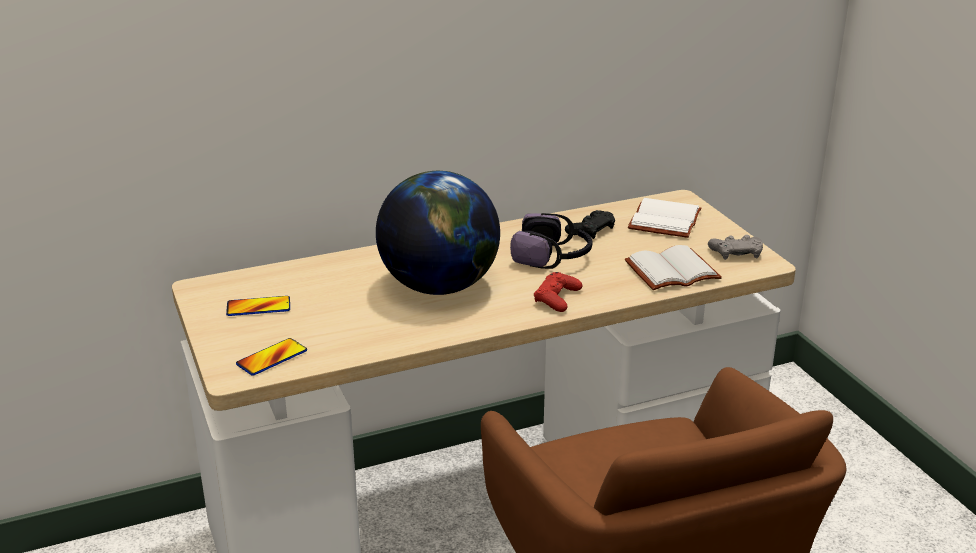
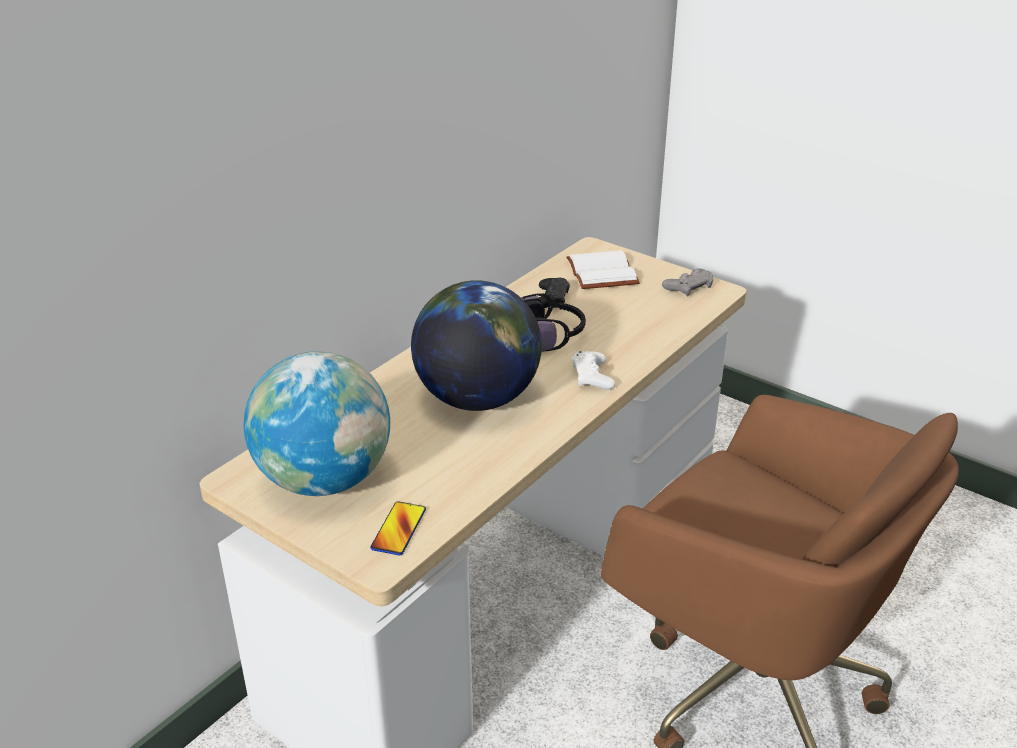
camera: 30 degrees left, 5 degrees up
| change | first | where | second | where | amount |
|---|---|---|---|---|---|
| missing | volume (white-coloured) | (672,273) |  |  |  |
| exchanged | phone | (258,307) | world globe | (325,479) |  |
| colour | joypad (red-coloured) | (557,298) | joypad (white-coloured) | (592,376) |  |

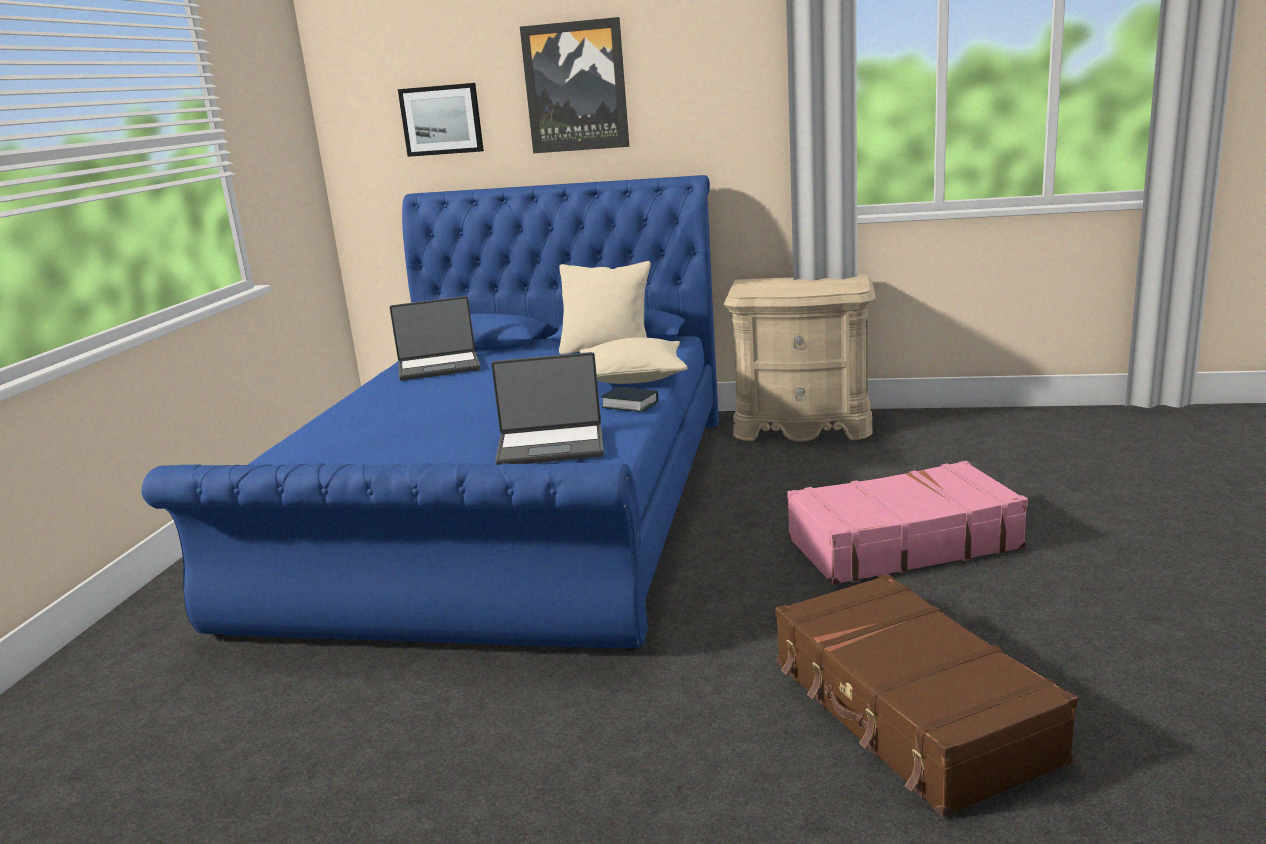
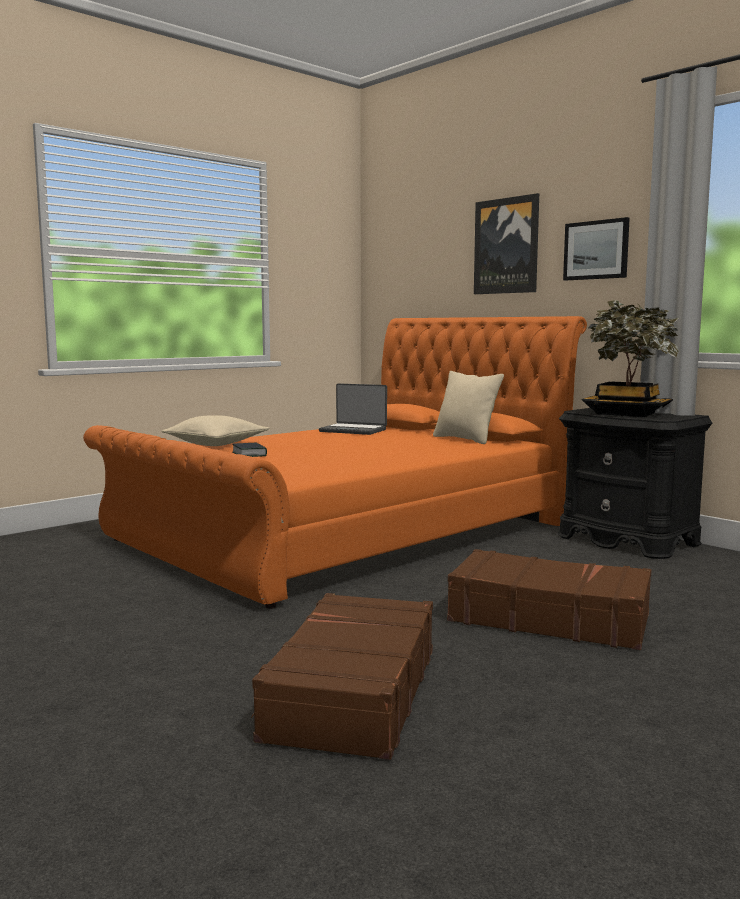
camera: 35 degrees right, 10 degrees down
| change | first | where | second | where | amount |
|---|---|---|---|---|---|
| missing | laptop | (551,447) |  |  |  |
| appeared |  |  | plant in a pot | (626,413) |  |
| relocated | wall art | (441,120) |  | (596,250) |  |
| relocated | cushion (beige) | (633,377) |  | (216,444) |  |
| relocated | volume | (630,405) |  | (249,454) |  |
| colour | sleeping bed (blue) | (512,507) | sleeping bed (orange) | (346,530) |  |
| colour | nightstand (beige) | (803,426) | nightstand (black) | (624,541) |  |
| colour | suitcase (pink) | (901,543) | suitcase (brown-coloured) | (548,618) |  |

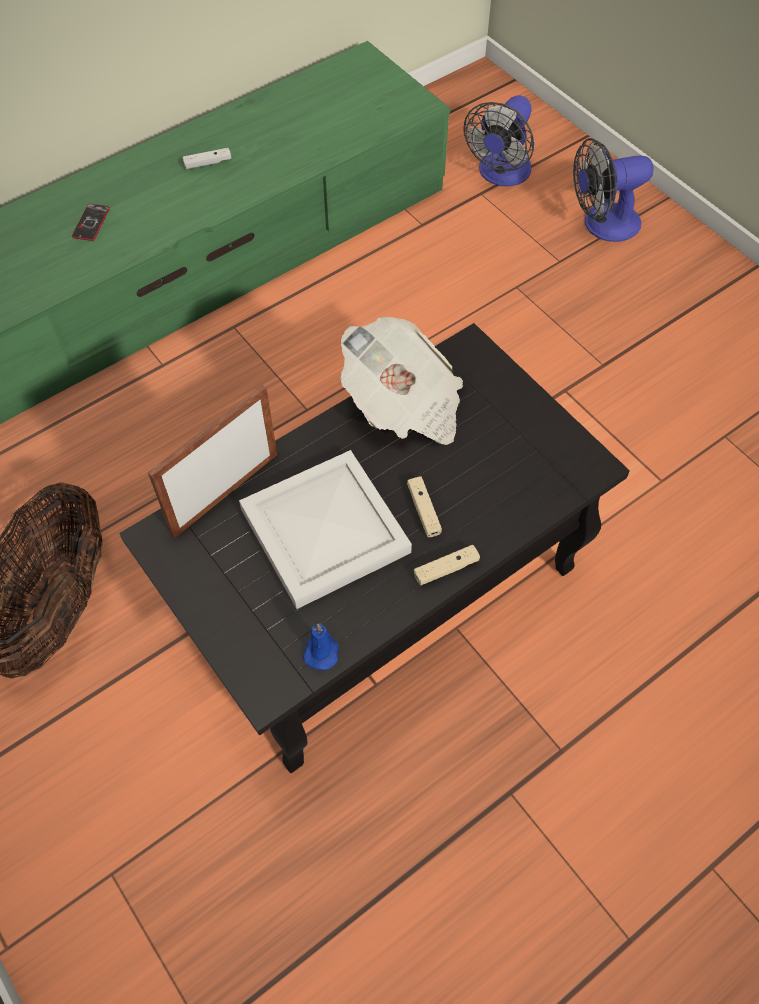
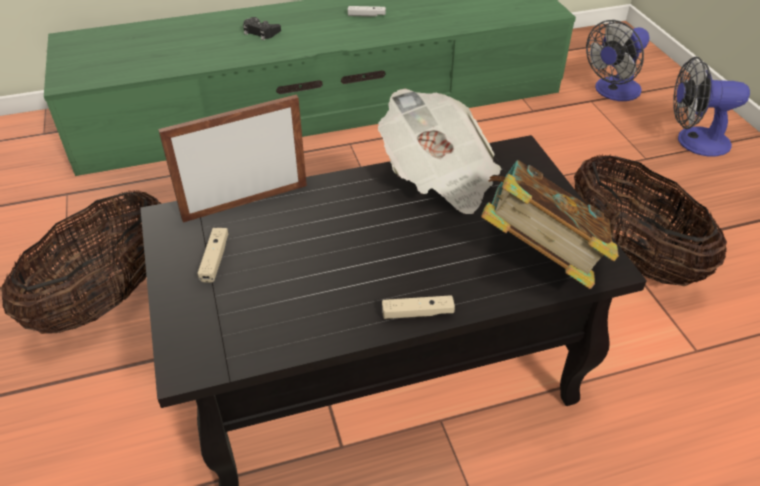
camera: 20 degrees right, 15 degrees down
| change | first | where | second | where | amount |
|---|---|---|---|---|---|
| missing | carrying tray (white-coloured) | (327,531) |  |  |  |
| missing | wax light (blue) | (321,650) |  |  |  |
| appeared |  |  | volume | (539,257) |  |
| appeared |  |  | storage basket | (630,255) |  |
| relocated | joypad (beige) | (423,510) |  | (215,259) |  |
| exchanged | phone | (91,223) | joypad (black) | (261,32) |  |

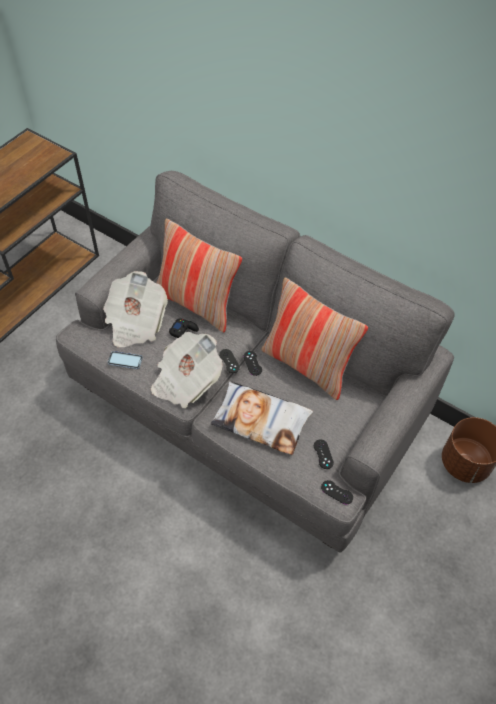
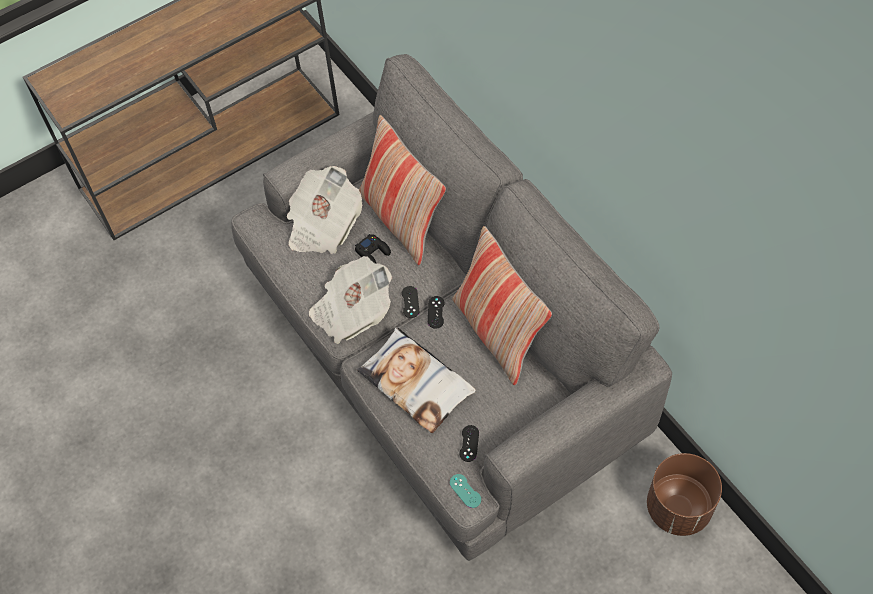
camera: 25 degrees right, 5 degrees up
| change | first | where | second | where | amount |
|---|---|---|---|---|---|
| missing | phone | (125,361) |  |  |  |
| colour | joypad (black) | (337,492) | joypad (blue-green) | (465,491) |  |

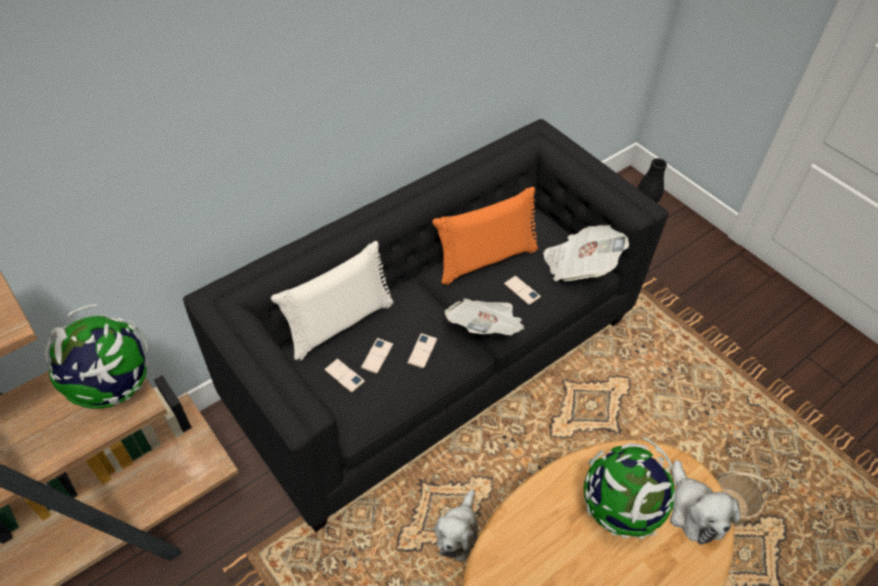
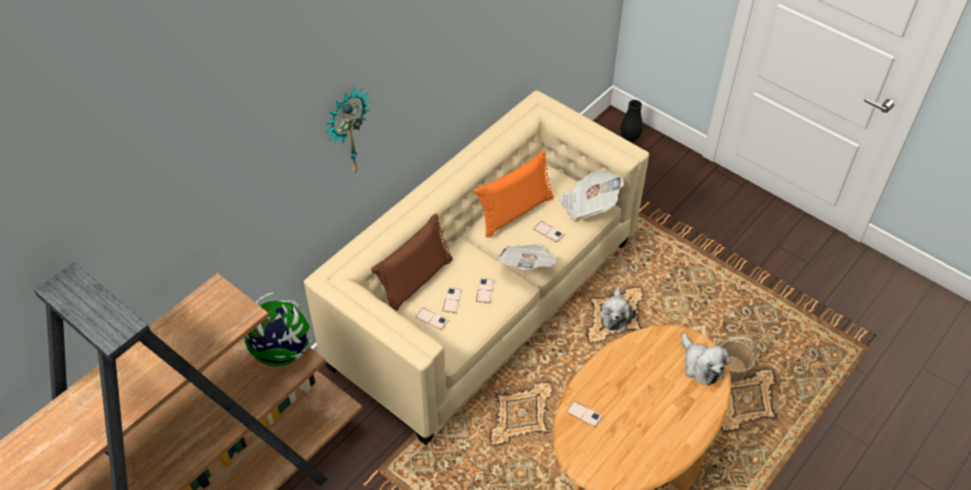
camera: 10 degrees left, 0 degrees up
| change | first | where | second | where | amount |
|---|---|---|---|---|---|
| missing | world globe | (619,509) |  |  |  |
| appeared |  |  | wall clock | (347,132) |  |
| appeared |  |  | phone | (584,414) |  |
| relocated | plush toy | (458,532) |  | (615,315) |  |
| colour | sofa (black) | (435,363) | sofa (beige) | (484,303) |  |
| colour | cushion (white-coloured) | (339,323) | cushion (brown-coloured) | (415,281) |  |

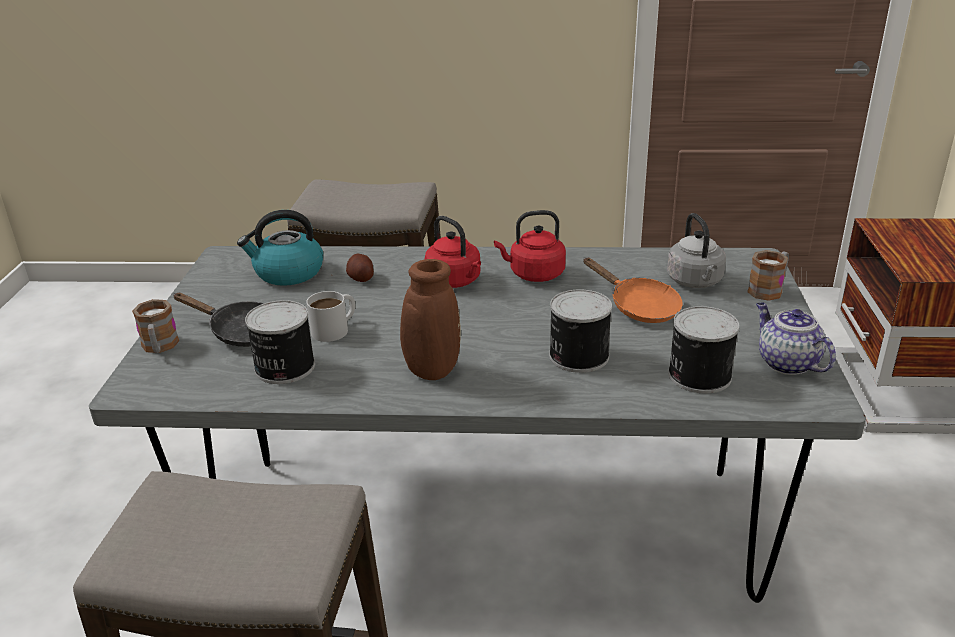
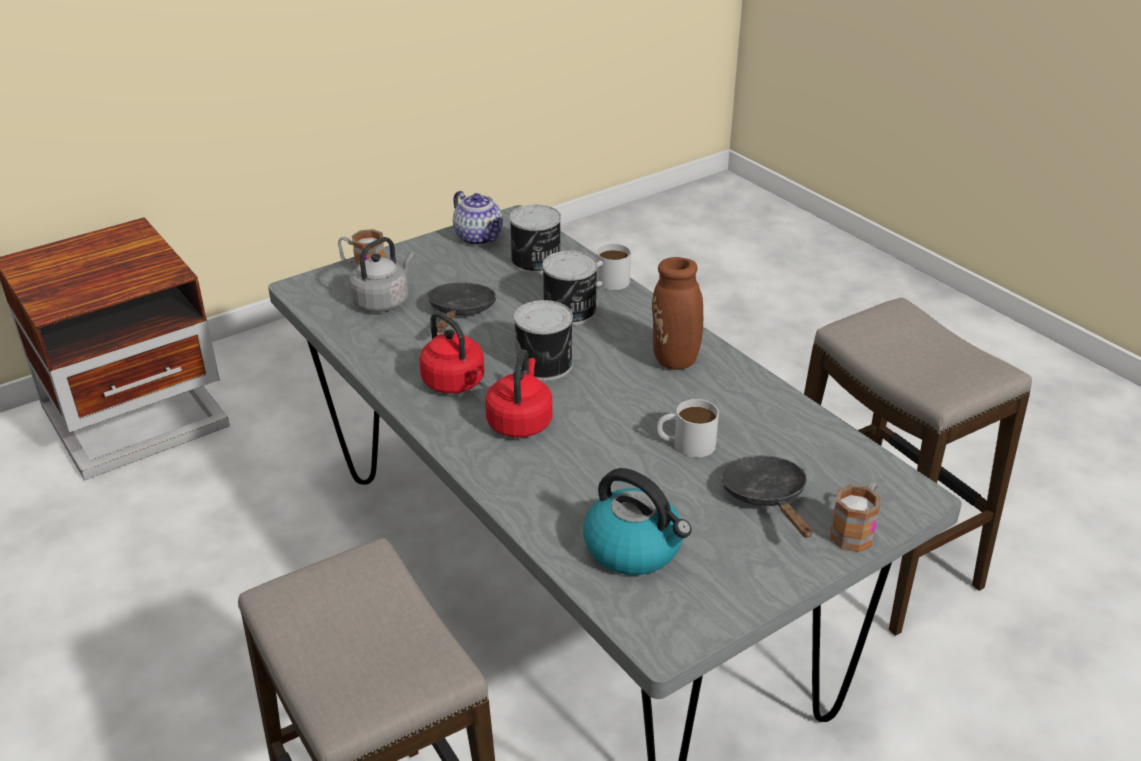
camera: 130 degrees left, 5 degrees up
| change | first | where | second | where | amount |
|---|---|---|---|---|---|
| missing | spud | (361,278) |  |  |  |
| appeared |  |  | coffee mug (white-coloured) | (607,283) |  |
| relocated | metal can | (283,368) |  | (545,364) |  |
| colour | frying pan (orange) | (638,307) | frying pan (black) | (460,312) |  |
| spun | pot for tea | (786,363) |  | (480,238) | 60 degrees counterclockwise |

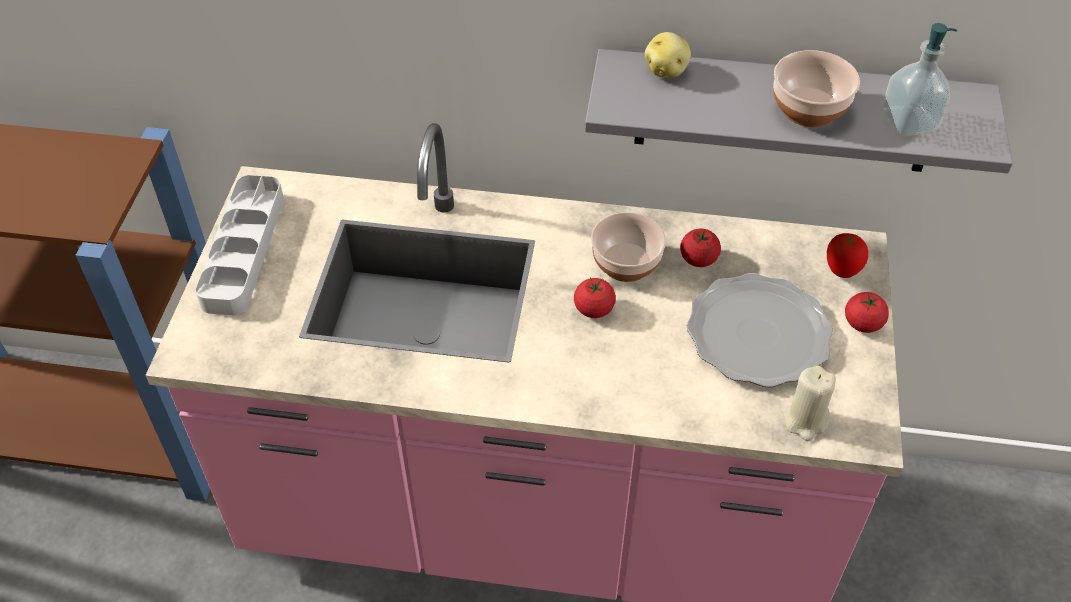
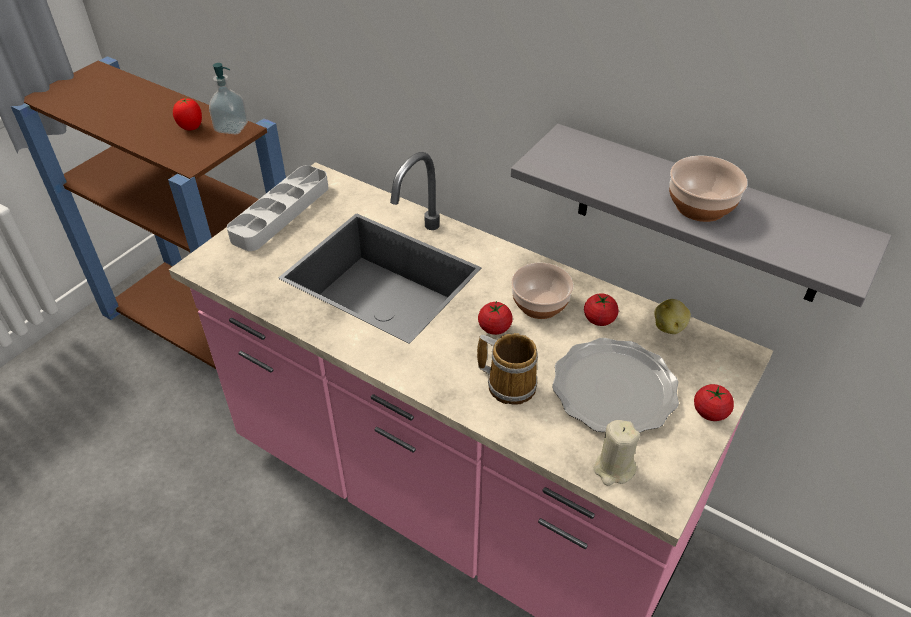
camera: 25 degrees right, 5 degrees down
| change | first | where | second | where | amount |
|---|---|---|---|---|---|
| appeared |  |  | coffee mug | (509,383) |  |
| relocated | spud | (666,70) |  | (669,327) |  |
| relocated | fresh tomato | (842,271) |  | (191,128) |  |
| relocated | soap dispenser | (908,122) |  | (231,128) |  |

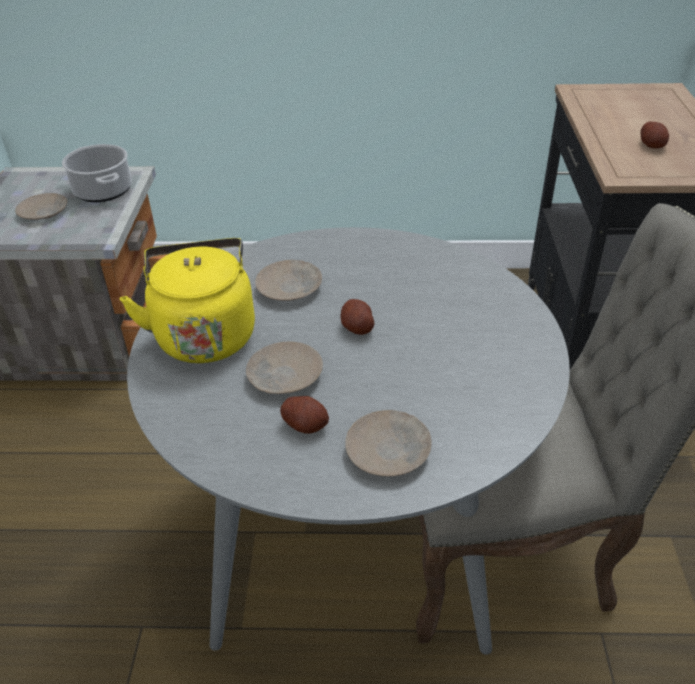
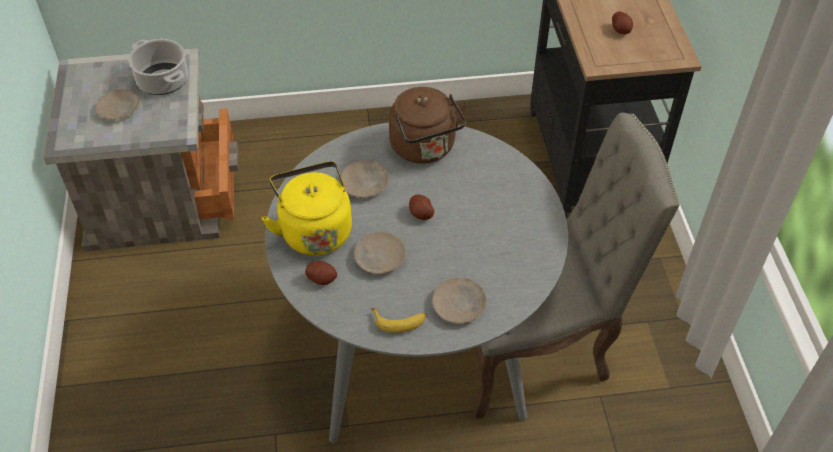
camera: 10 degrees left, 10 degrees up
| change | first | where | second | where | amount |
|---|---|---|---|---|---|
| appeared |  |  | banana | (400,321) |  |
| appeared |  |  | tea kettle (brown-coloured) | (425,148) |  |
| relocated | spud | (305,425) |  | (322,278) |  |

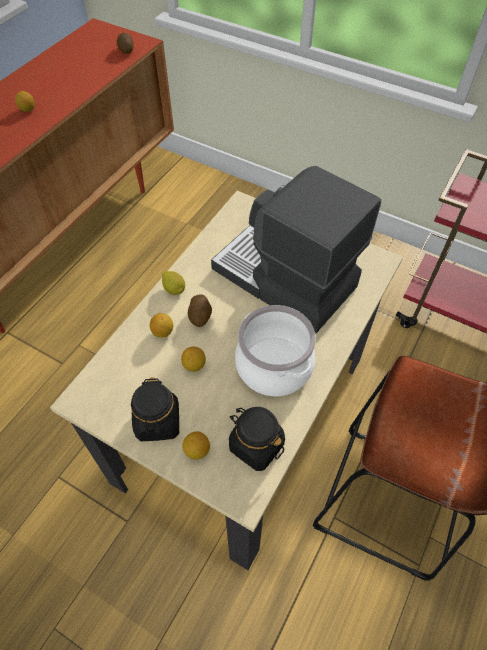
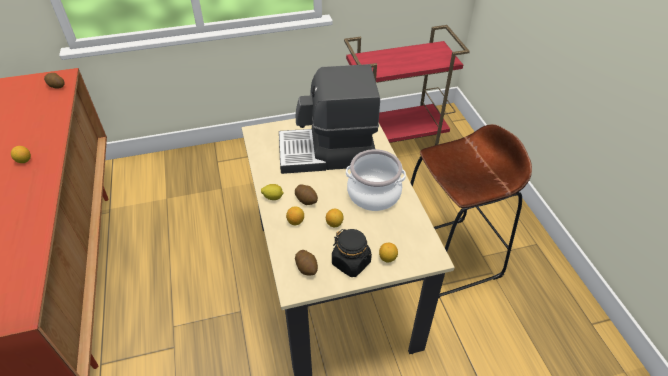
camera: 45 degrees left, 10 degrees down
| change | first | where | second | where | amount |
|---|---|---|---|---|---|
| missing | storage jar (black) | (256,445) |  |  |  |
| appeared |  |  | spud | (307,268) |  |

